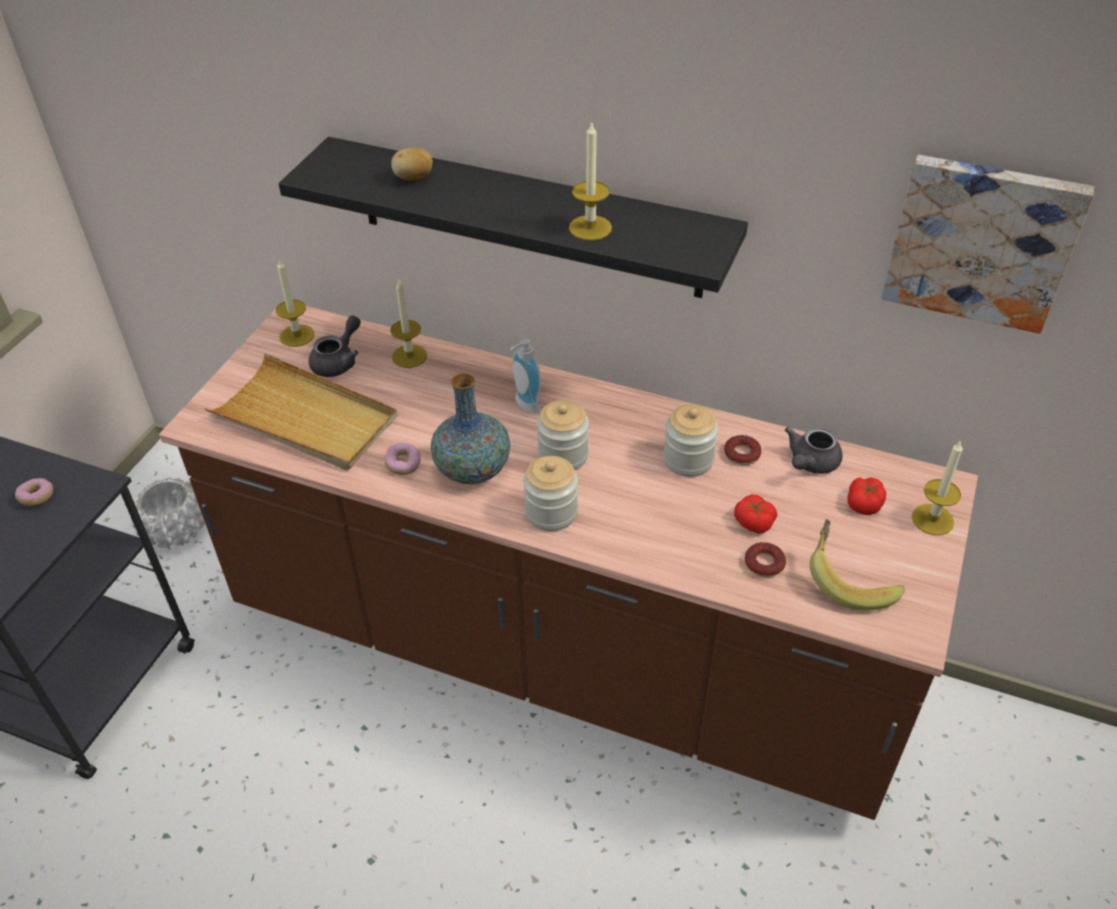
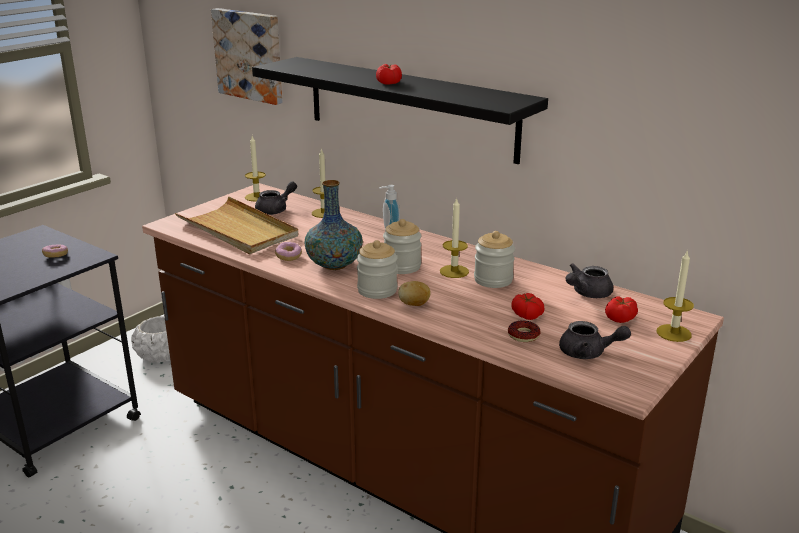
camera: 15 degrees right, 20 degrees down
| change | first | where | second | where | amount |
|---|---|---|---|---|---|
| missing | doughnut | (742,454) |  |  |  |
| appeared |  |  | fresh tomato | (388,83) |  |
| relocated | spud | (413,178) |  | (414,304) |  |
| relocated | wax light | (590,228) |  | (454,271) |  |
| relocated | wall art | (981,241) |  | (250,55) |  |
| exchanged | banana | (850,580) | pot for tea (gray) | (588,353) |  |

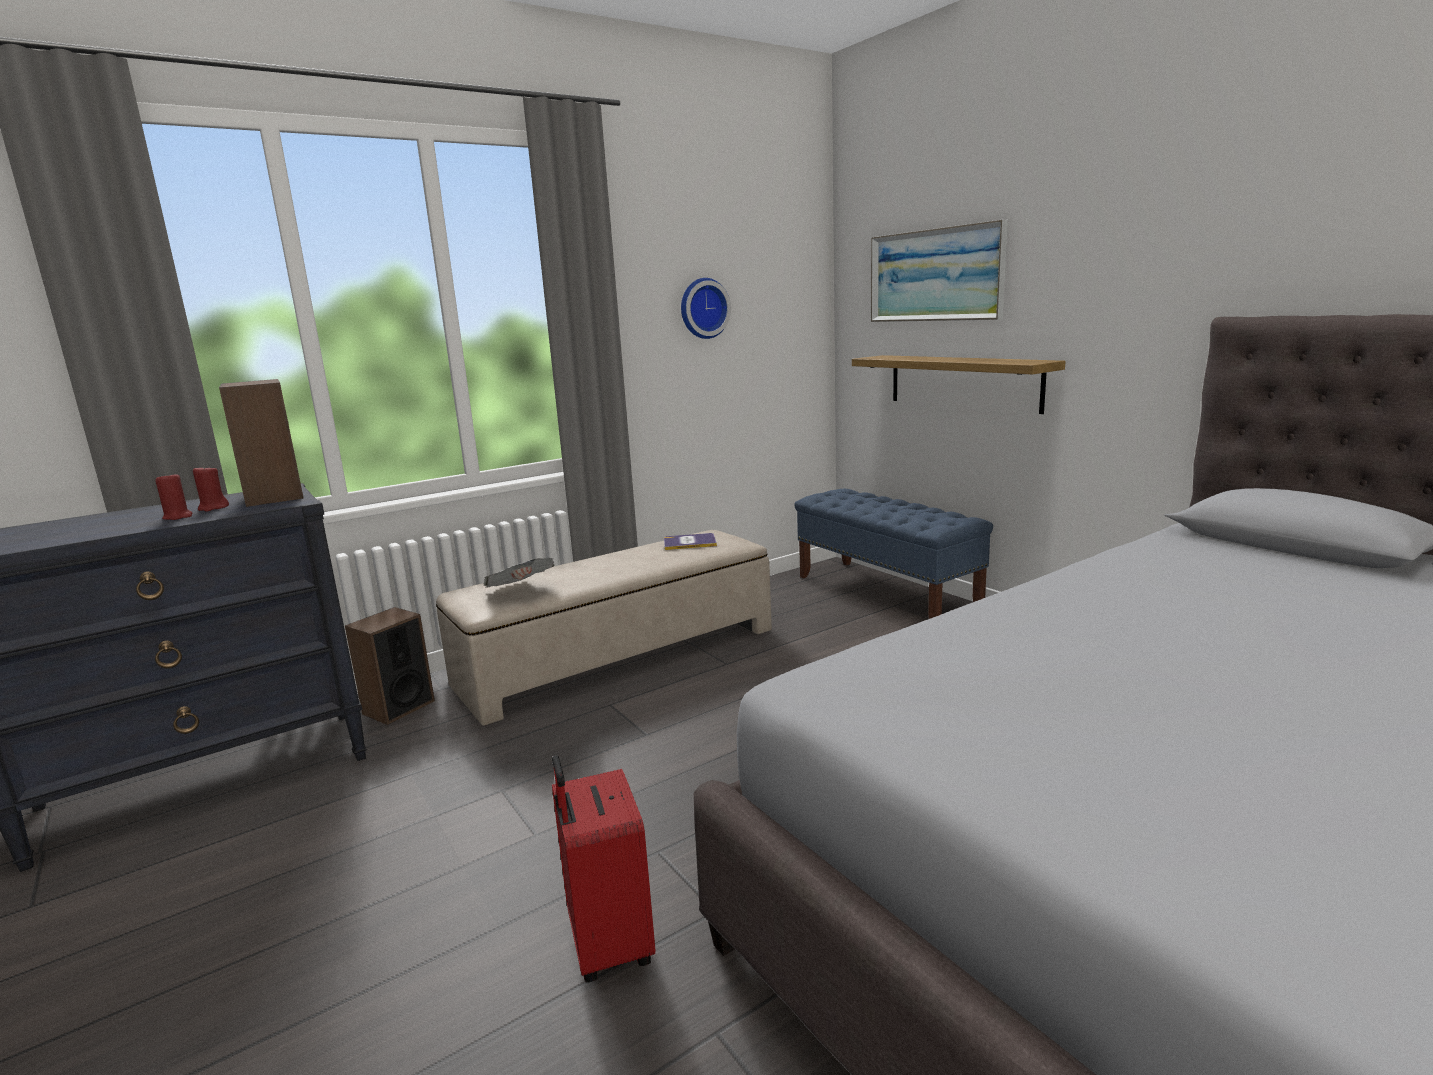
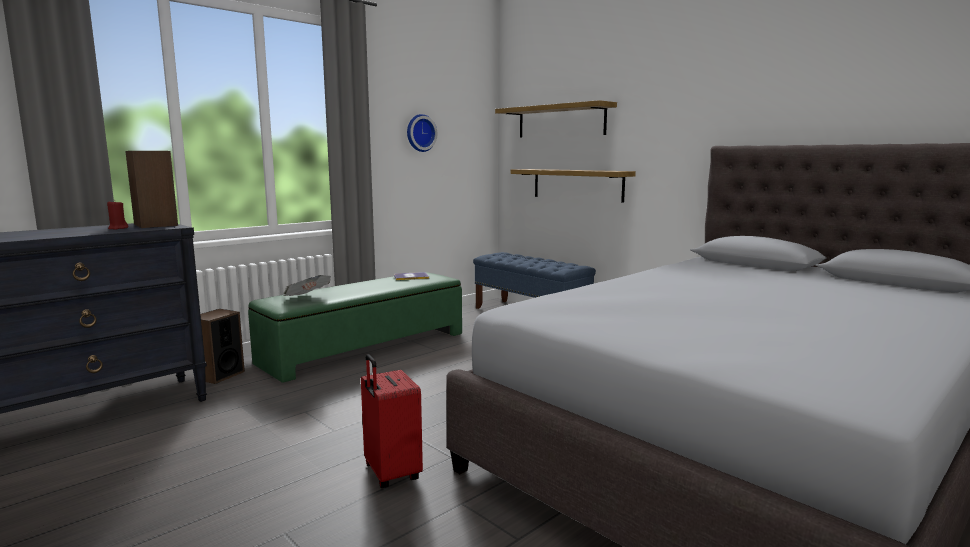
camera: 10 degrees left, 5 degrees down
| change | first | where | second | where | amount |
|---|---|---|---|---|---|
| missing | wax light (red-coloured) | (178,517) |  |  |  |
| exchanged | wall art | (935,275) | bracket shelf | (560,121) |  |
| colour | bench (beige) | (620,656) | bench (green-coloured) | (366,347) |  |

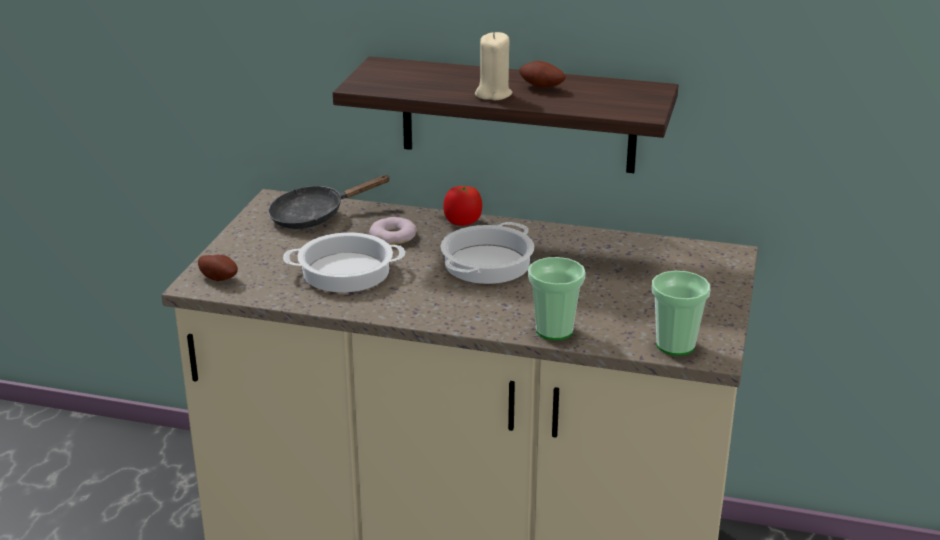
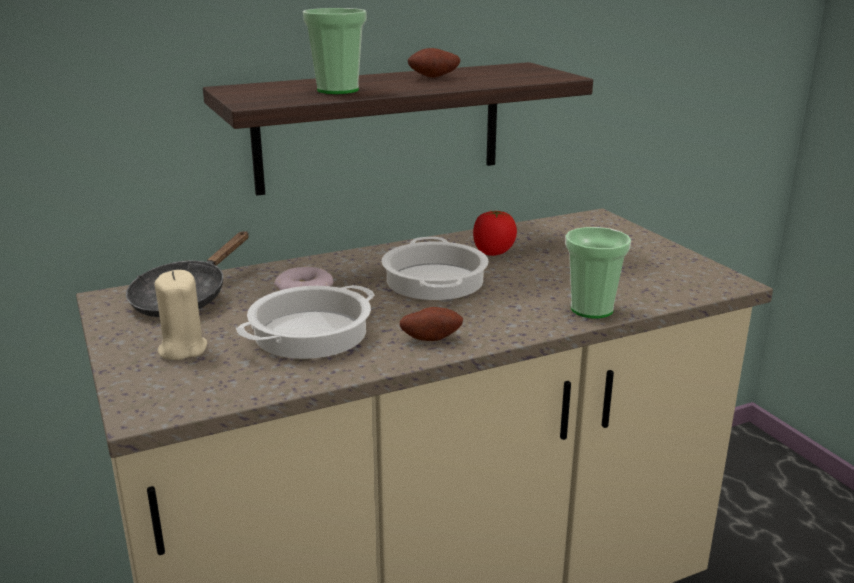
camera: 40 degrees left, 5 degrees down
| change | first | where | second | where | amount |
|---|---|---|---|---|---|
| relocated | spud | (219,278) |  | (431,338) |  |
| relocated | fresh tomato | (462,222) |  | (493,252) |  |
| relocated | wax light (beige) | (493,94) |  | (182,349) |  |
| relocated | cup | (675,345) |  | (338,90) |  |

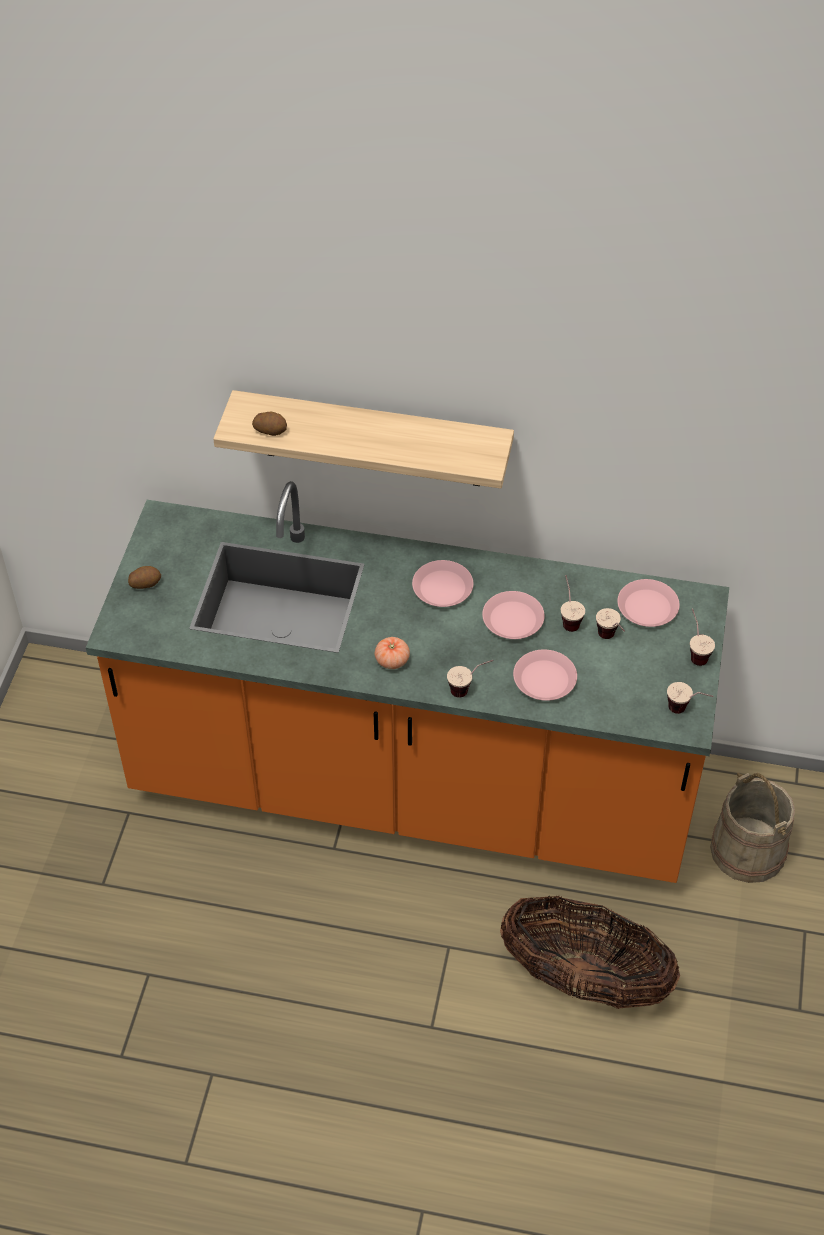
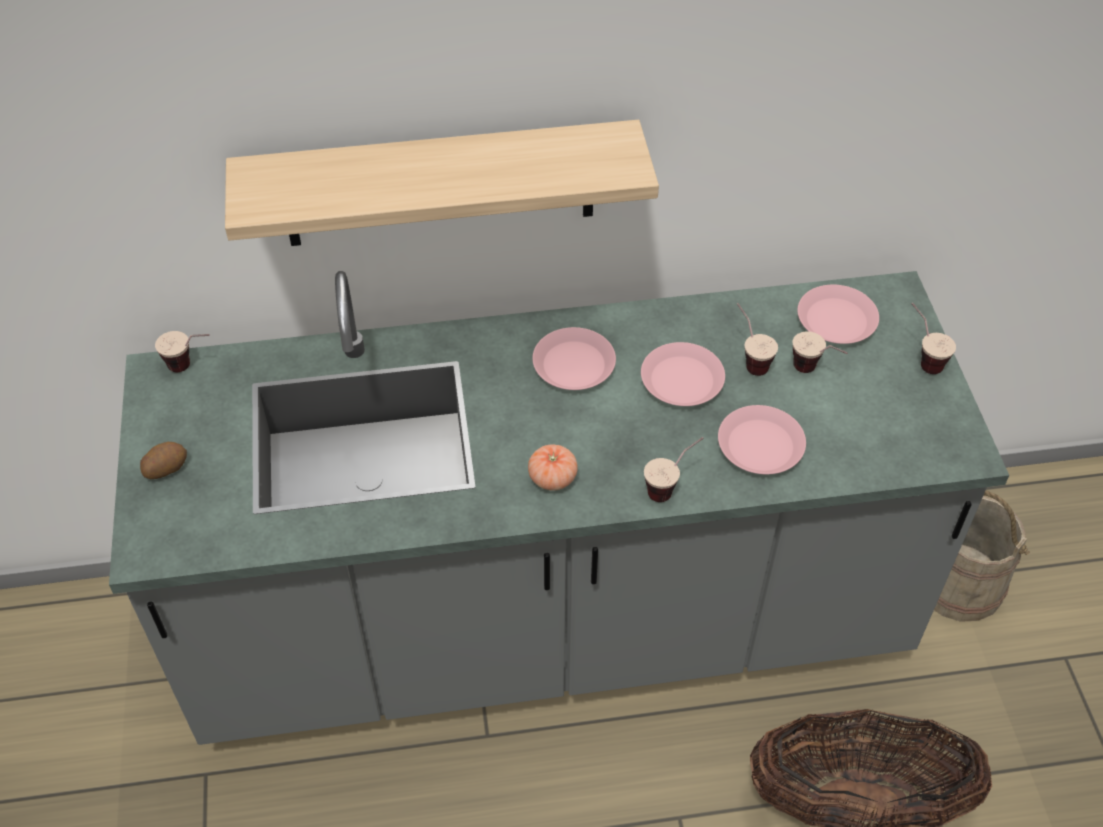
camera: 20 degrees left, 0 degrees up
| change | first | where | second | where | amount |
|---|---|---|---|---|---|
| missing | spud | (270,430) |  |  |  |
| relocated | cup | (686,711) |  | (191,367) |  |
| colour | kitchen base unit (orange) | (412,787) | kitchen base unit (gray) | (551,628) |  |

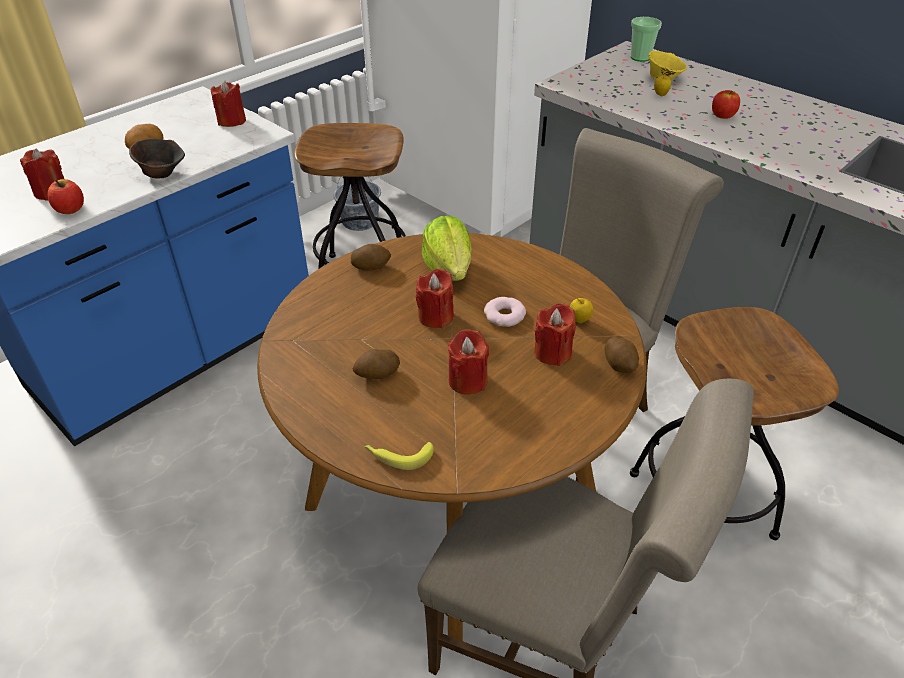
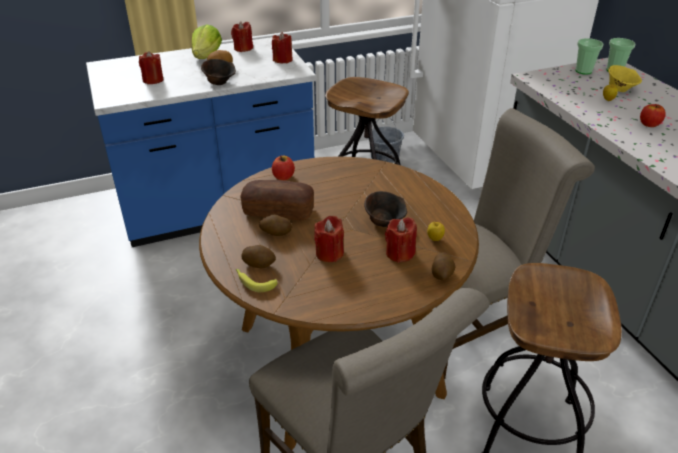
camera: 25 degrees right, 5 degrees down
| change | first | where | second | where | amount |
|---|---|---|---|---|---|
| appeared |  |  | bread | (278,211) |  |
| appeared |  |  | cup | (583,71) |  |
| relocated | apple fruit | (70,209) |  | (283,177) |  |
| relocated | spud | (371,266) |  | (259,264) |  |
| relocated | wax light (red-coloured) | (436,316) |  | (243,48) |  |
| relocated | head of lettuce | (448,268) |  | (207,56) |  |
| exchanged | doughnut | (504,315) | serving bowl (brown-coloured) | (384,222) |  |

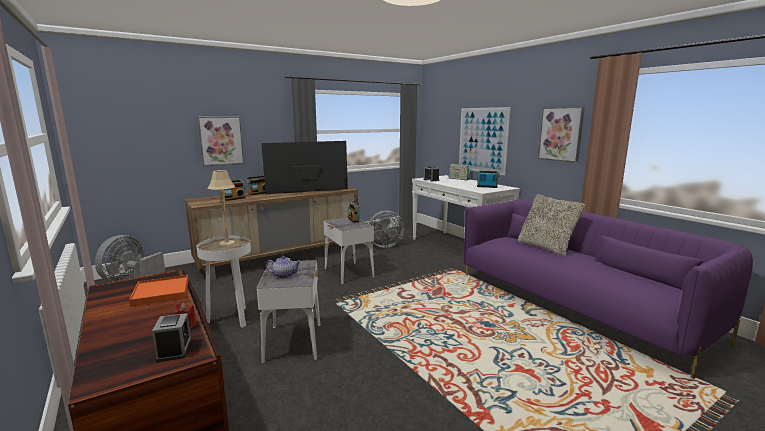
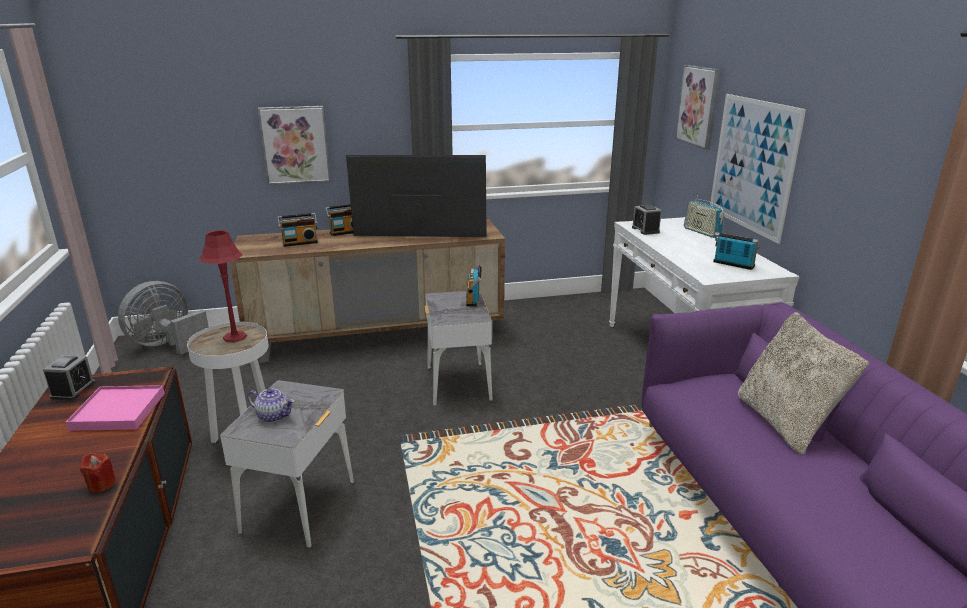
camera: 20 degrees right, 10 degrees up
| change | first | where | second | where | amount |
|---|---|---|---|---|---|
| missing | fan (gray) | (383,245) |  |  |  |
| relocated | alarm clock | (174,350) |  | (73,390) |  |
| relocated | wall art | (561,134) |  | (698,106) |  |
| colour | carrying tray (orange) | (161,293) | carrying tray (pink) | (119,411) |  |
| colour | tabletop lamp (beige) | (226,243) | tabletop lamp (red-coloured) | (234,337) |  |

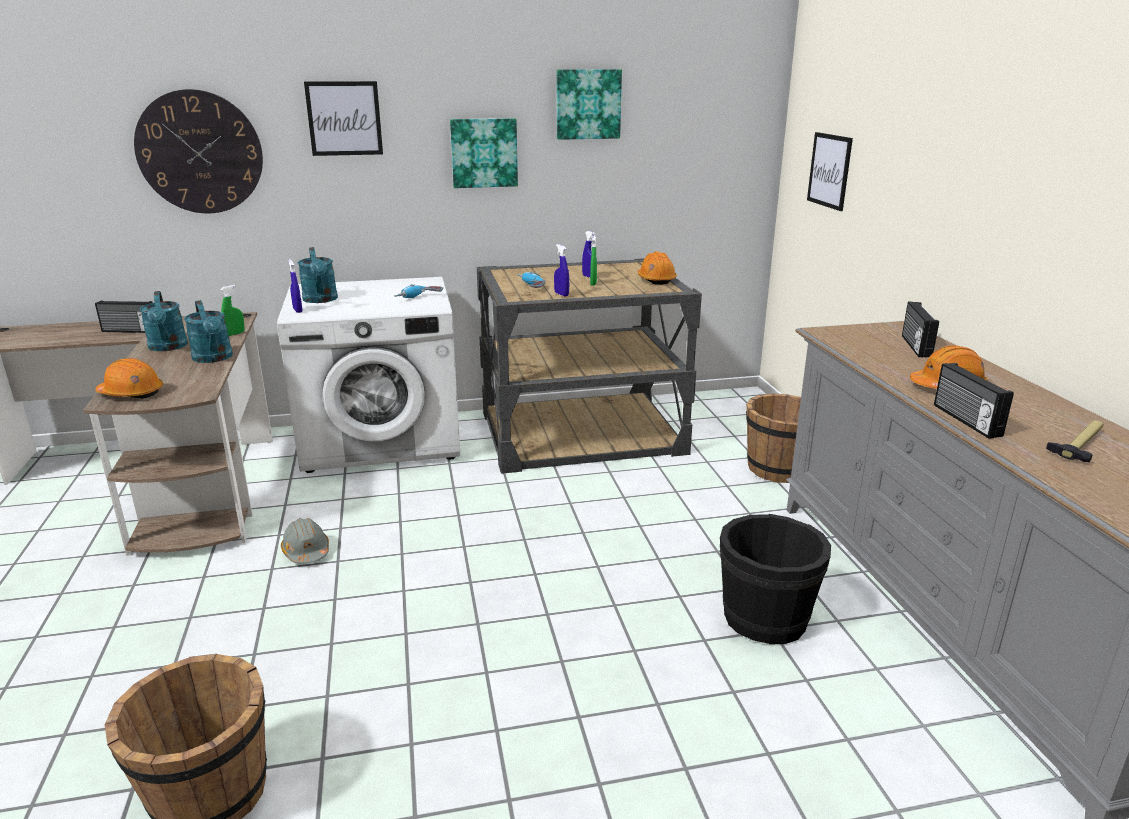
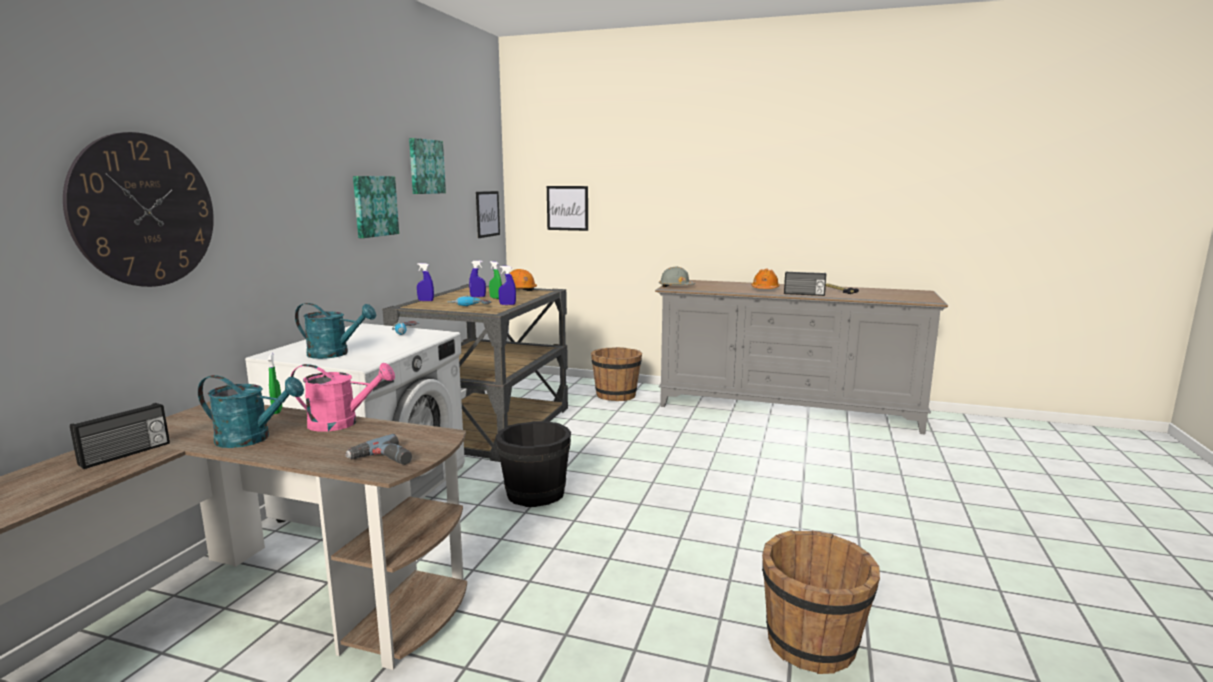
camera: 60 degrees left, 10 degrees down
| change | first | where | second | where | amount |
|---|---|---|---|---|---|
| missing | radio | (914,346) |  |  |  |
| relocated | safety helmet (gray) | (306,551) |  | (676,287) |  |
| relocated | spray bottle (blue) | (297,310) |  | (426,301) |  |
| relocated | wall art | (344,118) |  | (487,214) |  |
| relocated | pail (black) | (765,618) |  | (535,494) |  |
| exchanged | safety helmet (orange) | (131,393) | electric drill | (382,460) |  |
| colour | sprinkling can (blue-green) | (214,358) | sprinkling can (pink) | (342,423) |  |

